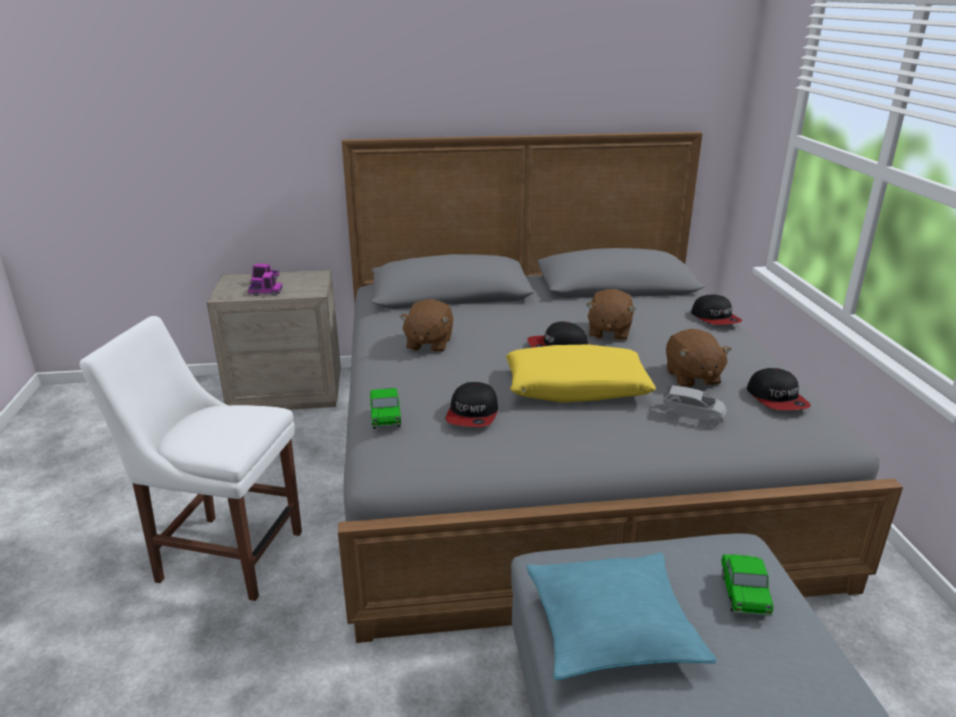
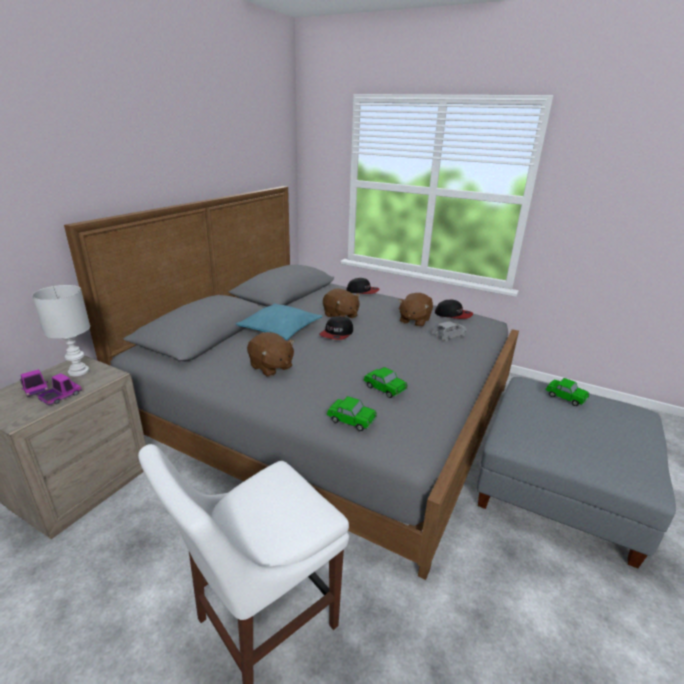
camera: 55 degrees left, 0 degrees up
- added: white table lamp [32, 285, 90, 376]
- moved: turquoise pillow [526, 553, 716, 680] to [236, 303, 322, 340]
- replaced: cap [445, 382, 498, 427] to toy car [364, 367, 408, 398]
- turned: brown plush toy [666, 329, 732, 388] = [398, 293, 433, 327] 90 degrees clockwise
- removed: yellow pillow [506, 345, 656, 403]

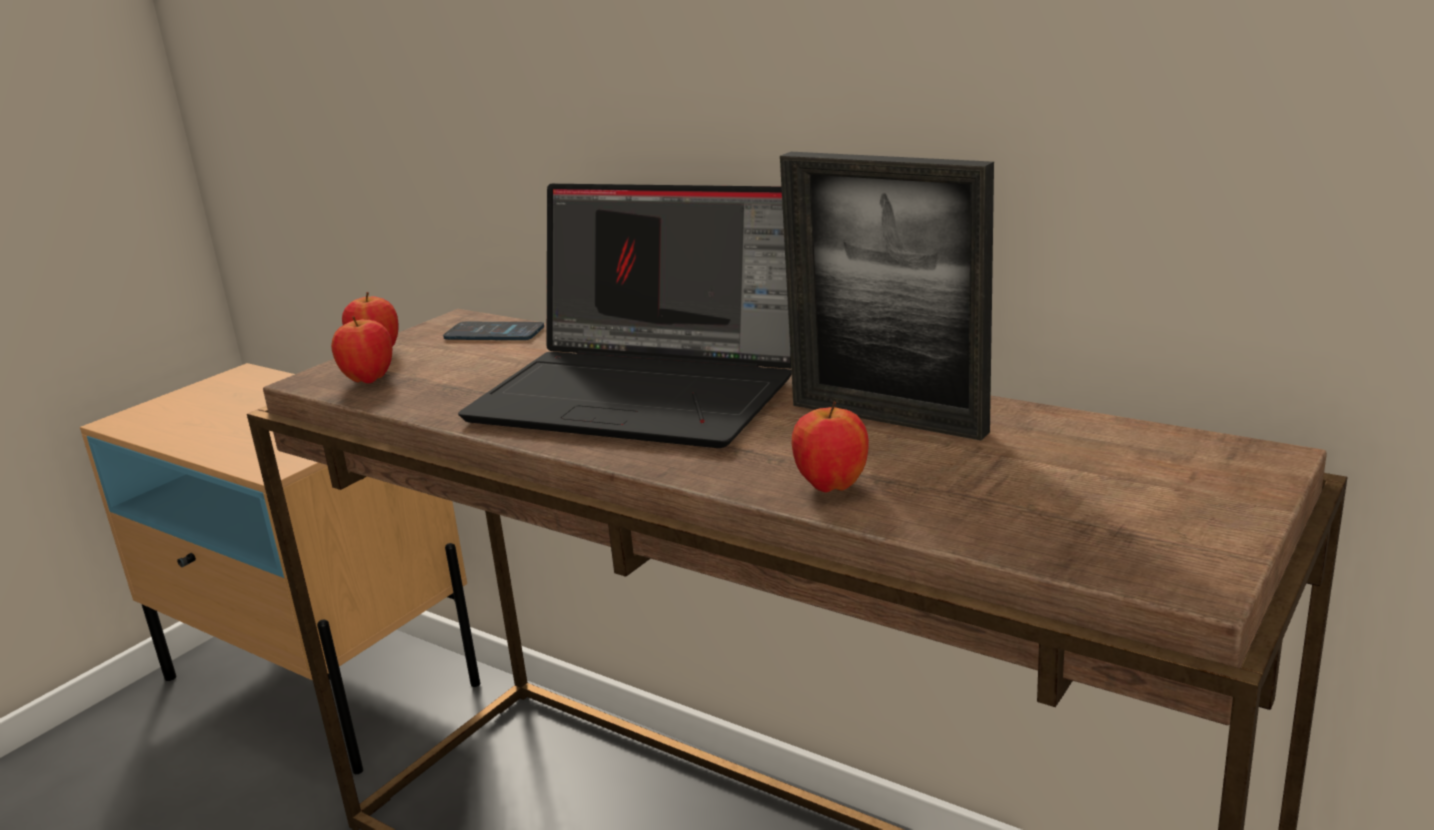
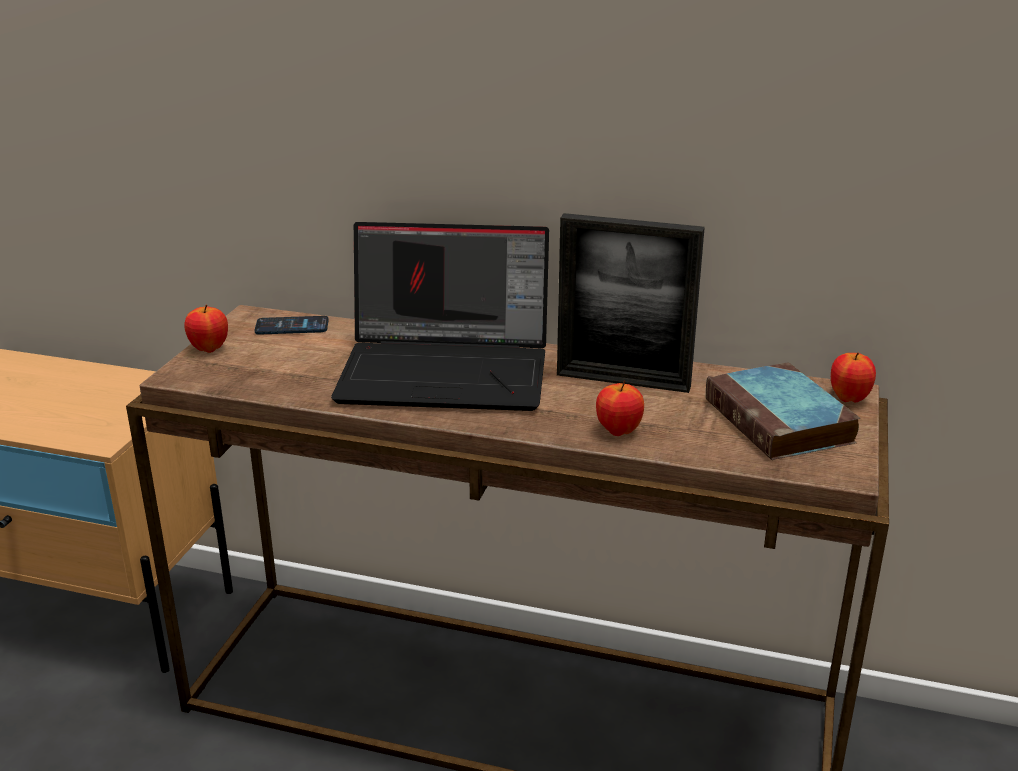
camera: 20 degrees left, 5 degrees up
- added: book [706, 362, 861, 460]
- moved: apple [331, 316, 392, 383] to [831, 352, 876, 403]

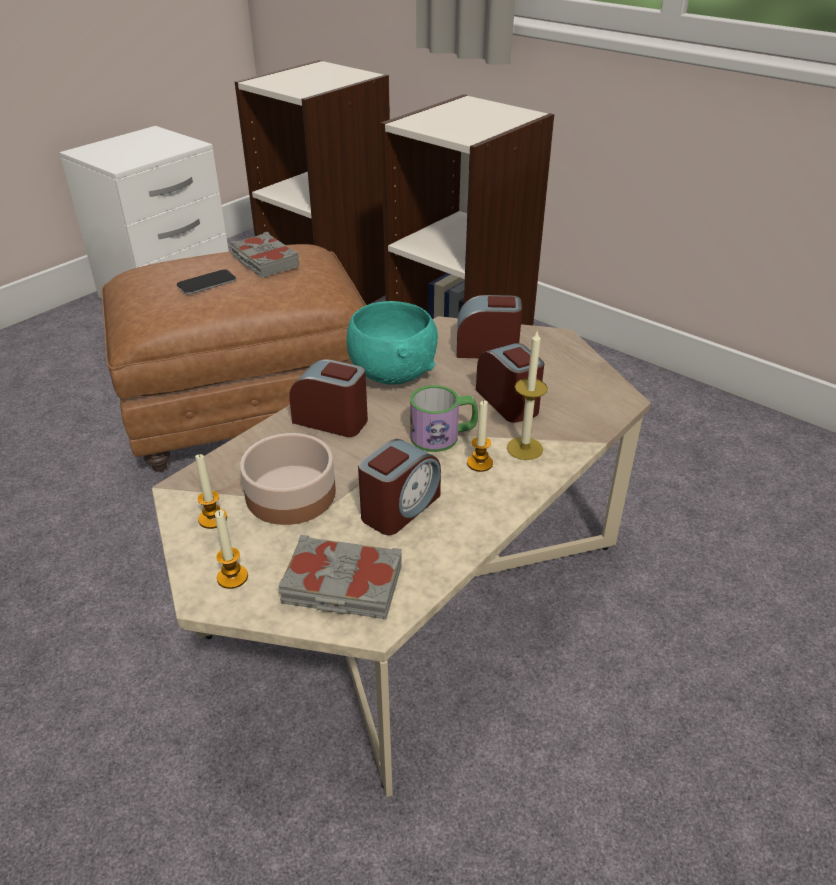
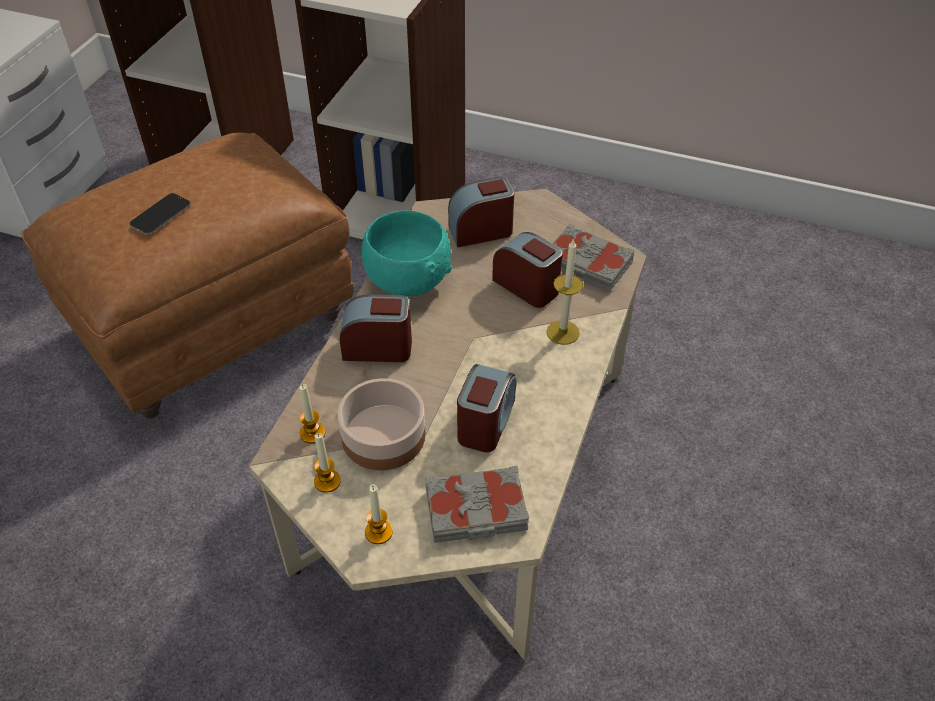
camera: 20 degrees left, 10 degrees up
- moved: candle [467, 400, 493, 472] to [300, 384, 325, 443]
- moved: grey book [230, 232, 299, 278] to [552, 224, 635, 292]
- removed: mug [410, 385, 478, 452]

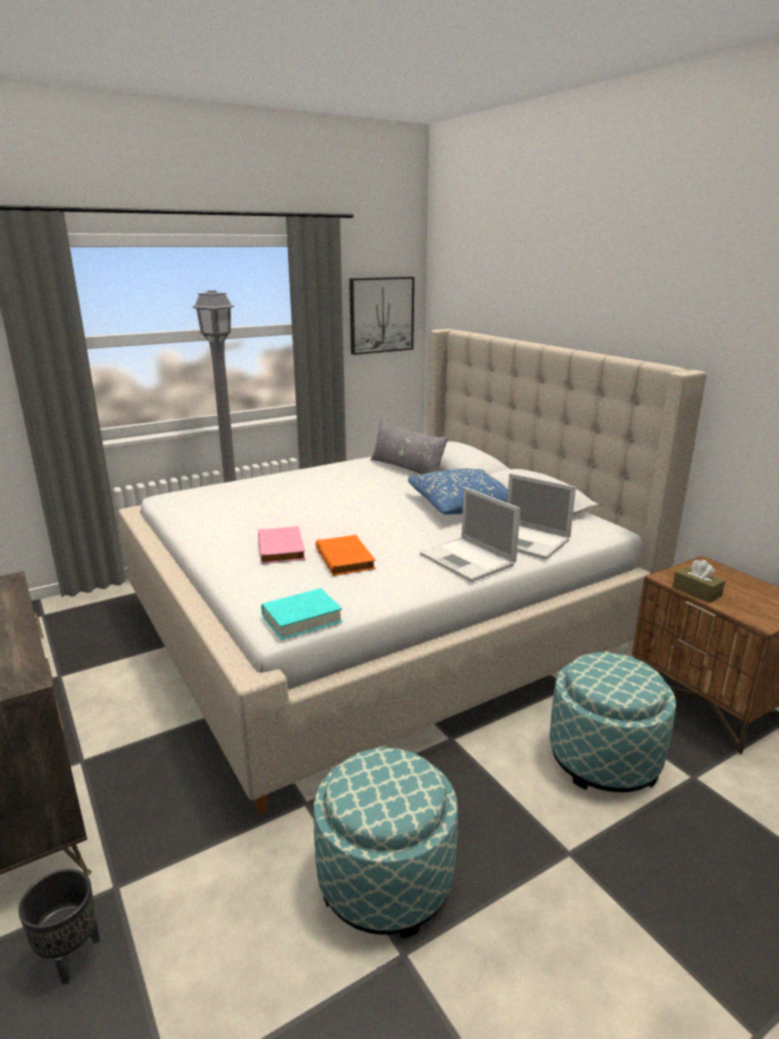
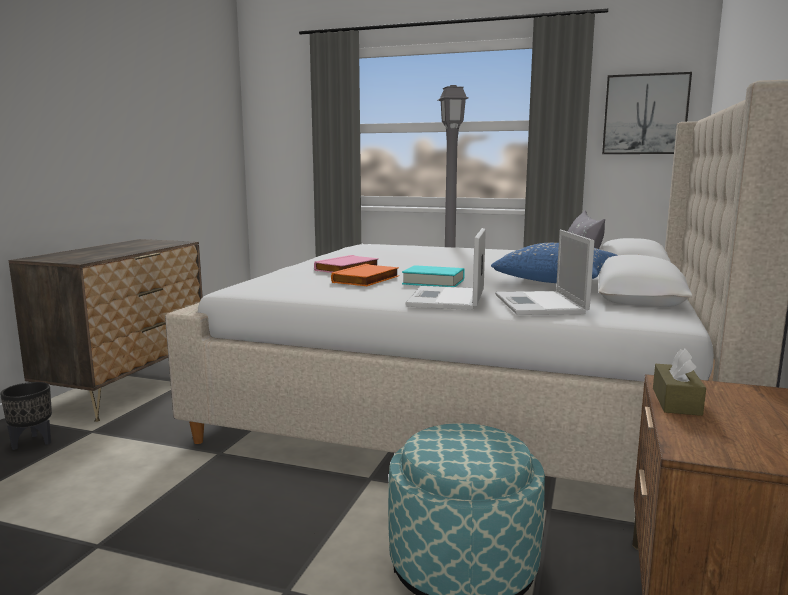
camera: 50 degrees right, 10 degrees down
- moved: turquoise book [261, 588, 342, 640] to [402, 265, 465, 287]
- removed: ottoman [314, 748, 458, 939]

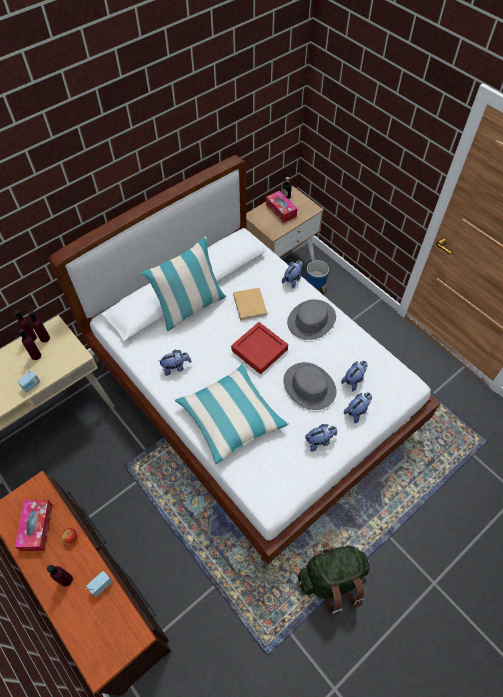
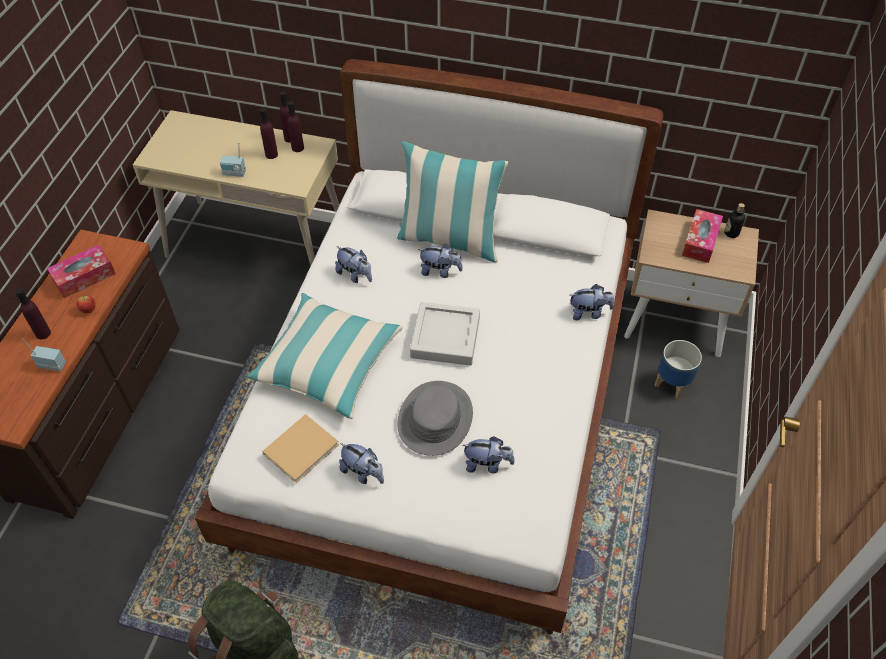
camera: 55 degrees right, 5 degrees down
- moved: beige book [233, 288, 267, 321] to [262, 414, 339, 483]
- recoloured: red tray [231, 322, 288, 374] to grey tray [410, 302, 480, 366]
- moved: plush toy [344, 392, 372, 423] to [418, 244, 463, 278]
- removed: grey hat [287, 299, 336, 340]

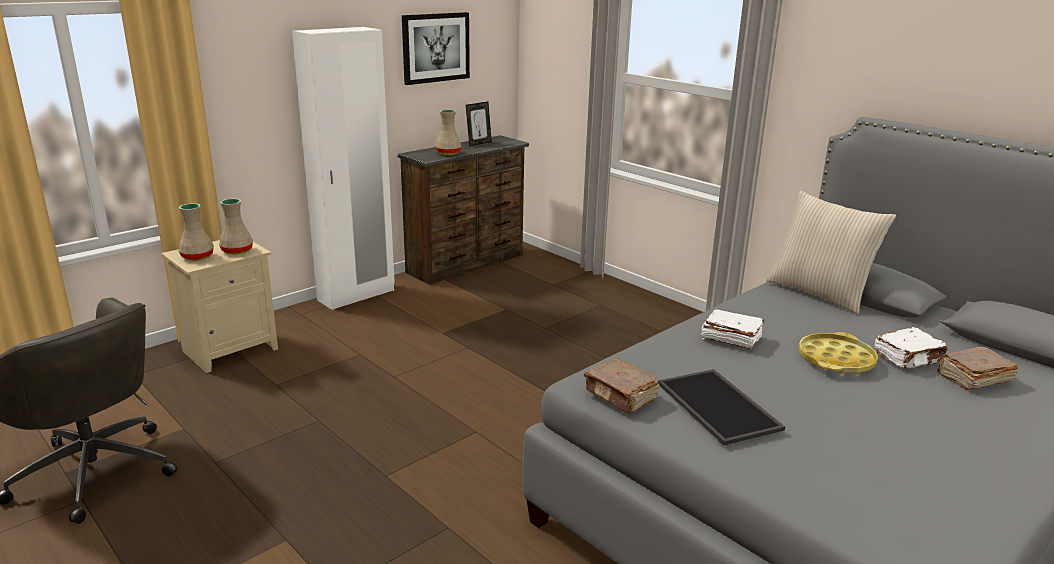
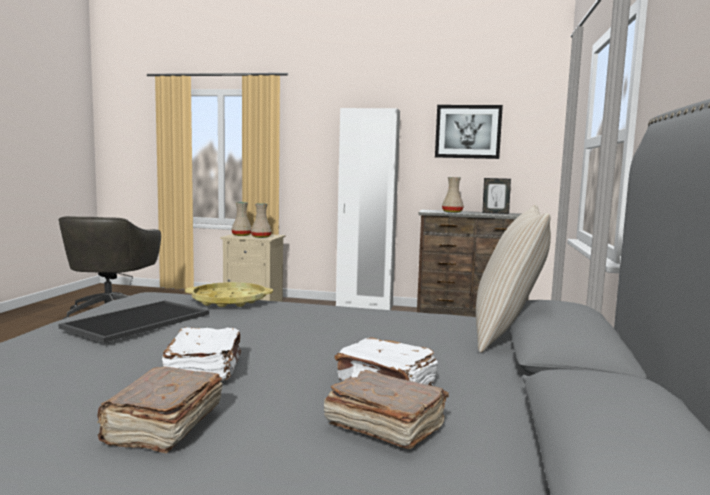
camera: 55 degrees right, 15 degrees down
- moved: brown book [584, 358, 659, 414] to [97, 367, 223, 453]
- moved: white book [701, 309, 764, 349] to [162, 327, 241, 381]
- moved: yellow tray [798, 332, 878, 374] to [185, 282, 273, 307]

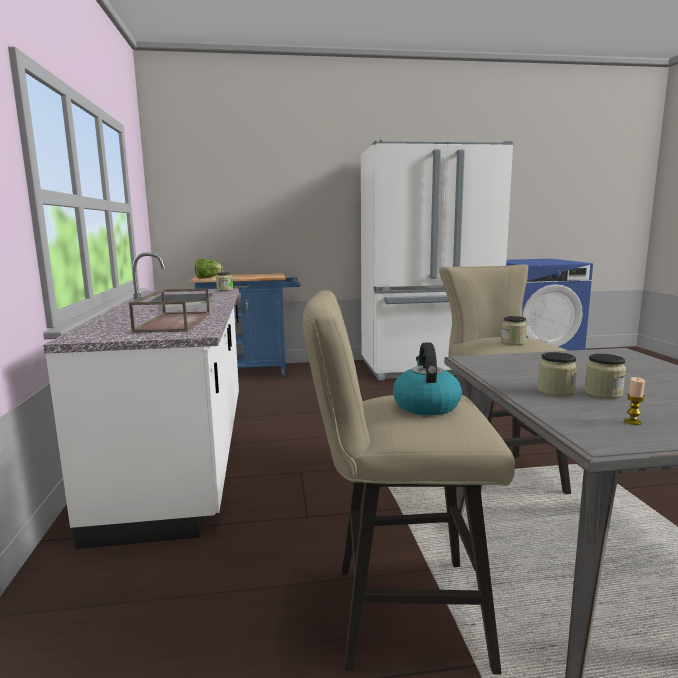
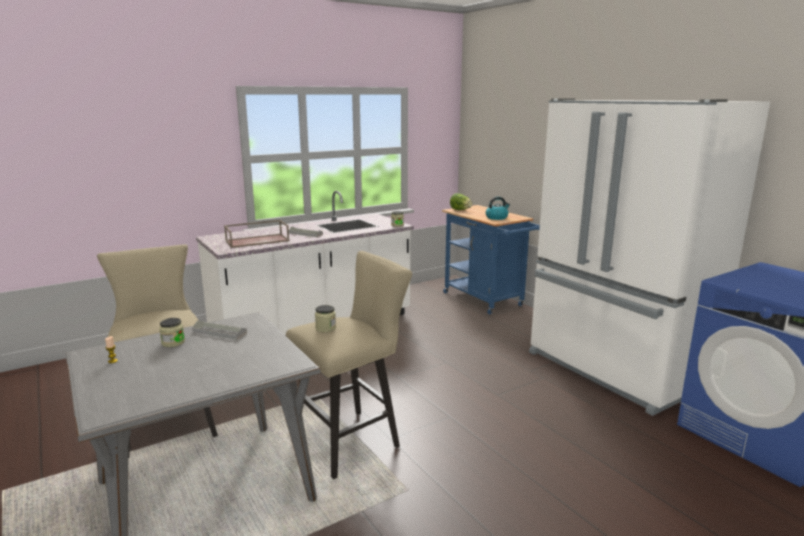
camera: 65 degrees right, 5 degrees up
- added: grey tray [192, 321, 247, 340]
- moved: kettle [393, 343, 462, 415] to [486, 197, 510, 220]
- removed: jar [584, 354, 626, 399]

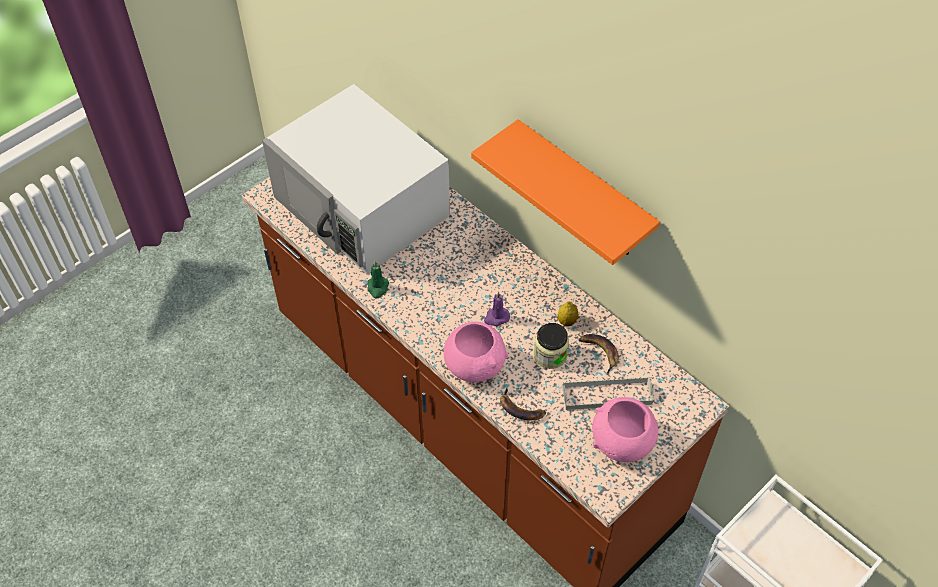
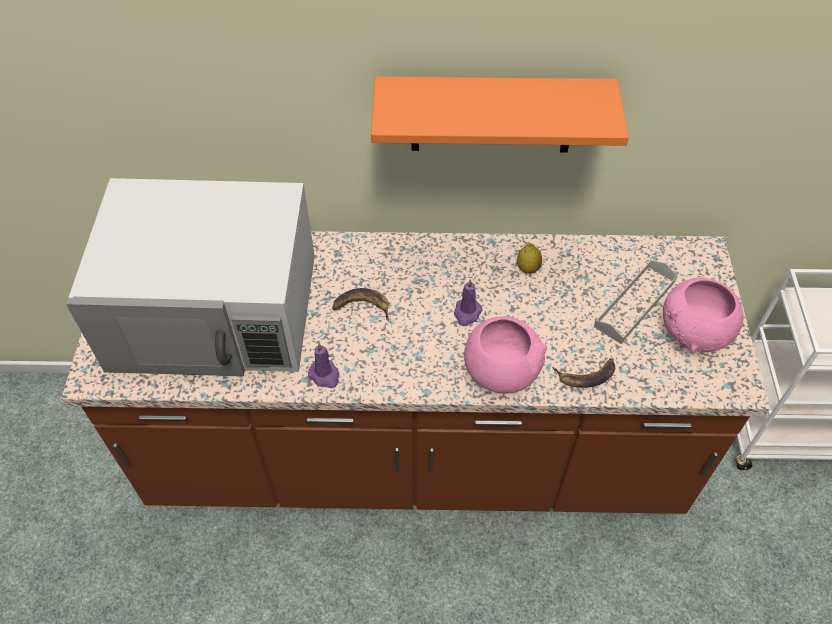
camera: 45 degrees left, 0 degrees up
- recoloured: green candle [367, 261, 389, 298] to purple candle [308, 343, 339, 388]
- moved: banana [578, 334, 619, 375] to [332, 288, 389, 321]
- removed: jar [534, 323, 569, 369]

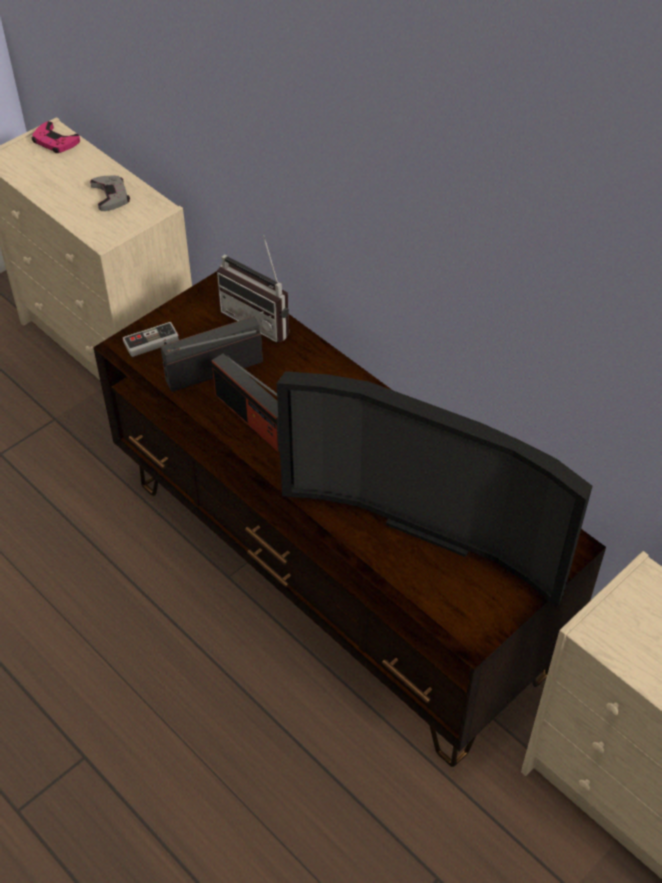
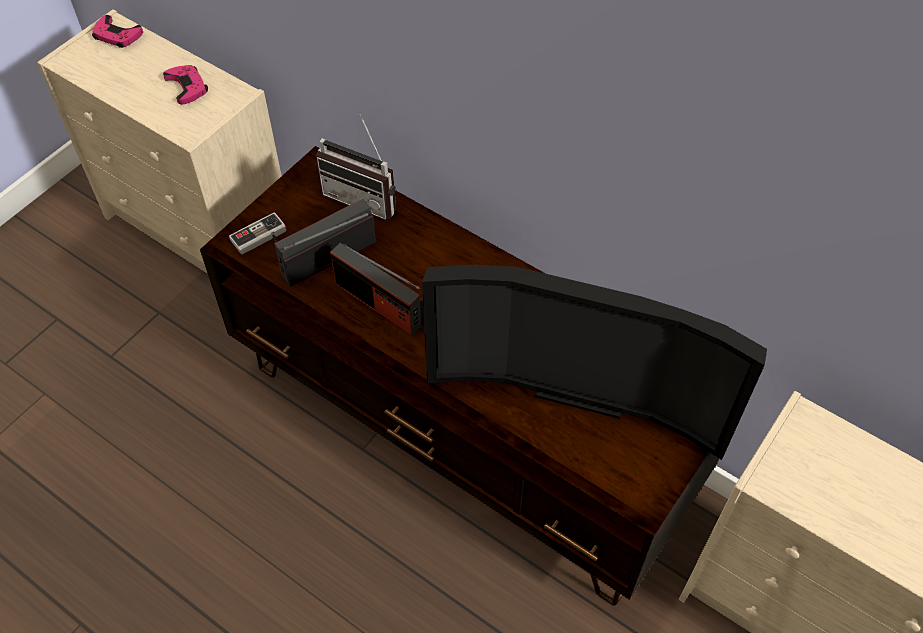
camera: 10 degrees left, 5 degrees up
- recoloured: grey game controller [90, 176, 130, 211] to pink game controller [163, 65, 208, 105]

